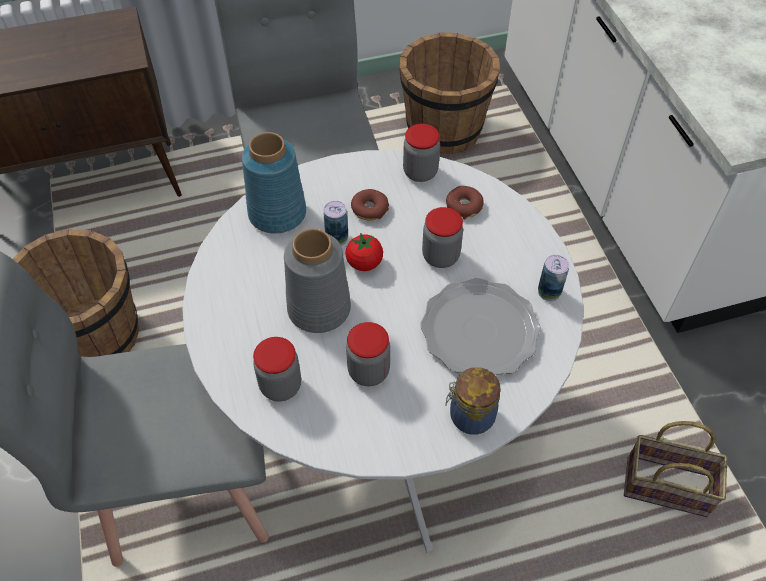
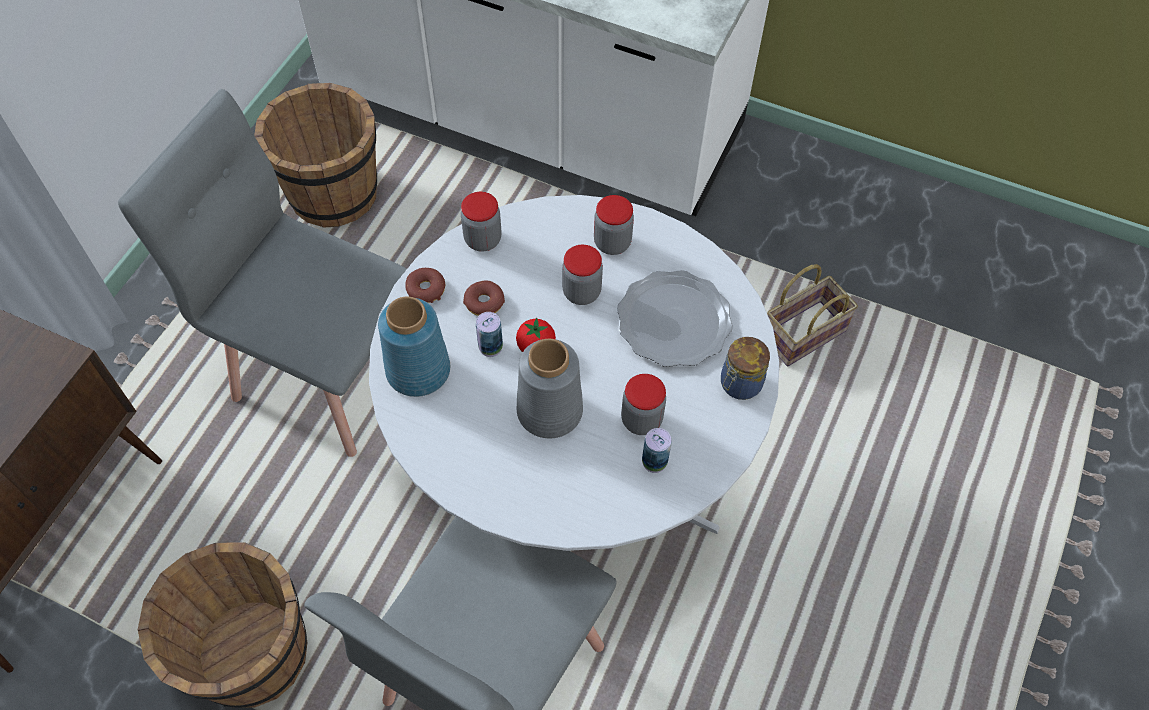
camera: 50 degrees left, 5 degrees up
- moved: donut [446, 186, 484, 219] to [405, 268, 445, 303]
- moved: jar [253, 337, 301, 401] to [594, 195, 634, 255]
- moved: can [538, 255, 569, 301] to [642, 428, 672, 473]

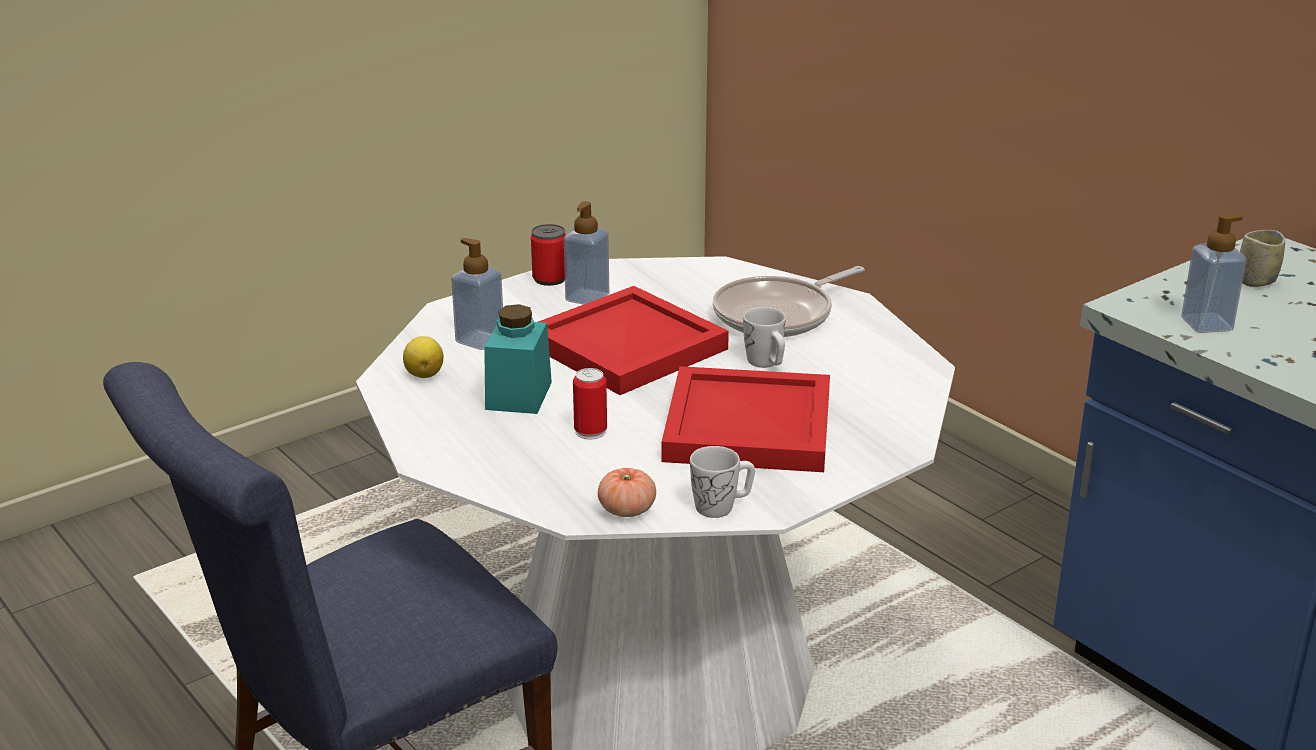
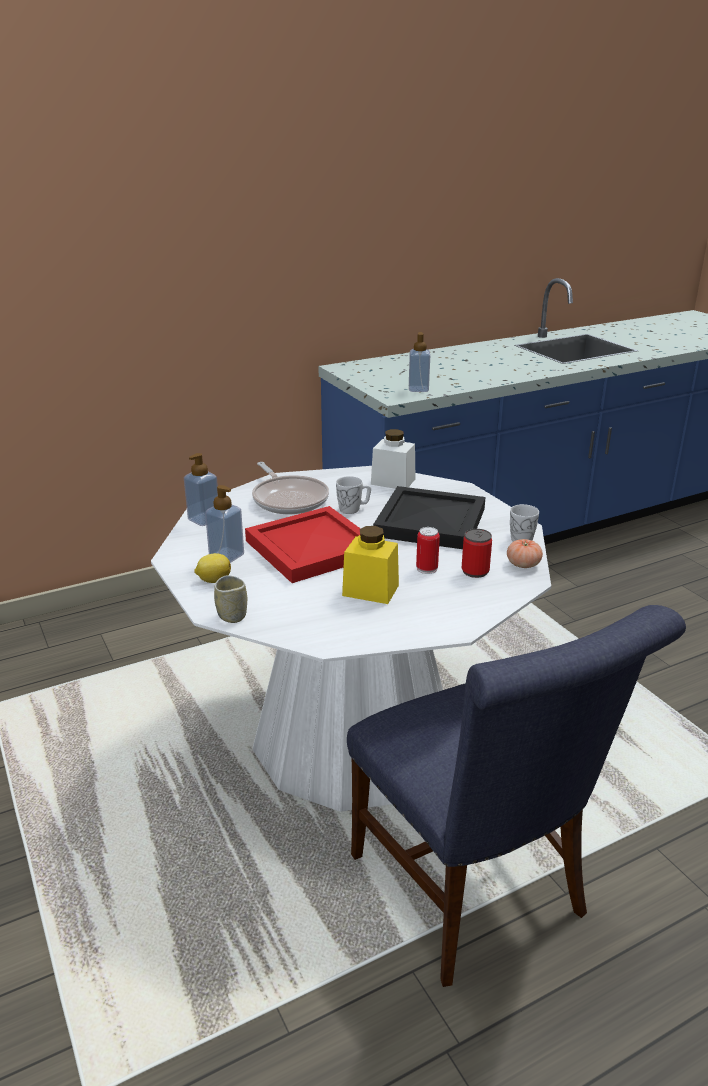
camera: 80 degrees left, 0 degrees up
- moved: soap dispenser [451, 238, 503, 350] to [184, 453, 218, 526]
- moved: lemon [403, 336, 443, 378] to [194, 553, 231, 583]
- moved: cup [1240, 230, 1285, 287] to [214, 575, 247, 623]
- recoloured: turquoise jar [484, 304, 552, 414] to yellow jar [342, 526, 399, 604]
- added: white jar [371, 429, 415, 489]
- recoloured: red tray [662, 366, 830, 472] to black tray [373, 486, 485, 549]
- moved: can [531, 224, 566, 286] to [462, 529, 492, 578]

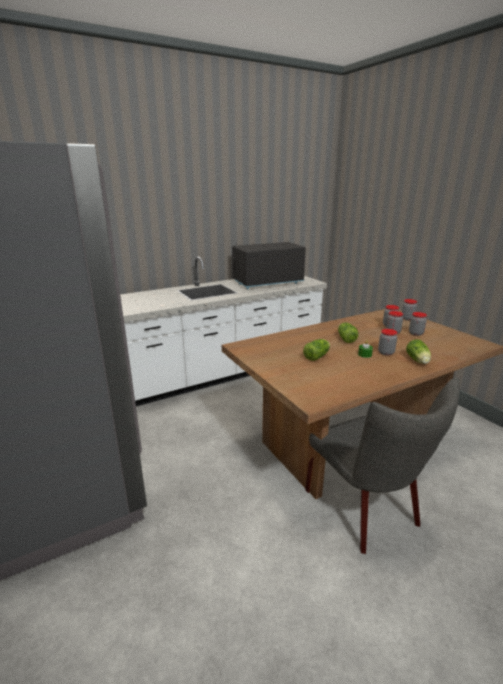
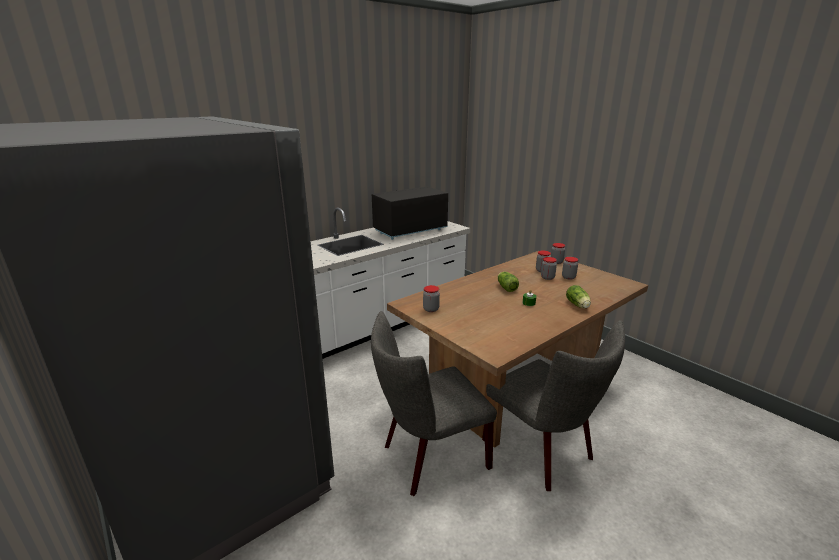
camera: 10 degrees left, 0 degrees up
- added: grey chair [371, 311, 497, 496]
- moved: jar [378, 329, 398, 355] to [423, 285, 440, 312]
- removed: lettuce [303, 339, 330, 361]

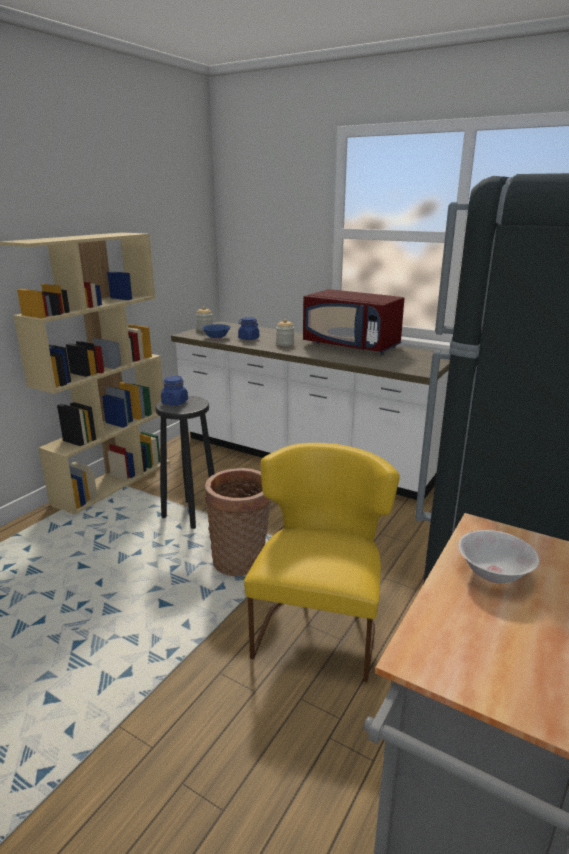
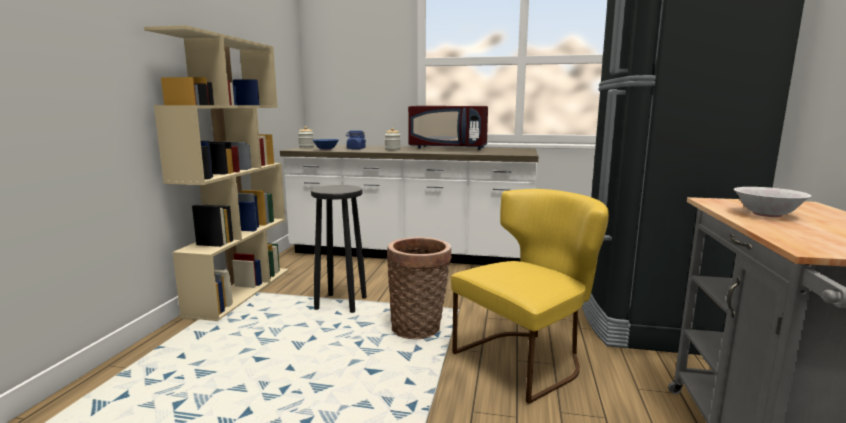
camera: 20 degrees left, 10 degrees down
- turned: yellow chair [244, 443, 400, 682] = [451, 189, 609, 404] 60 degrees clockwise
- removed: blue jar [161, 376, 188, 405]

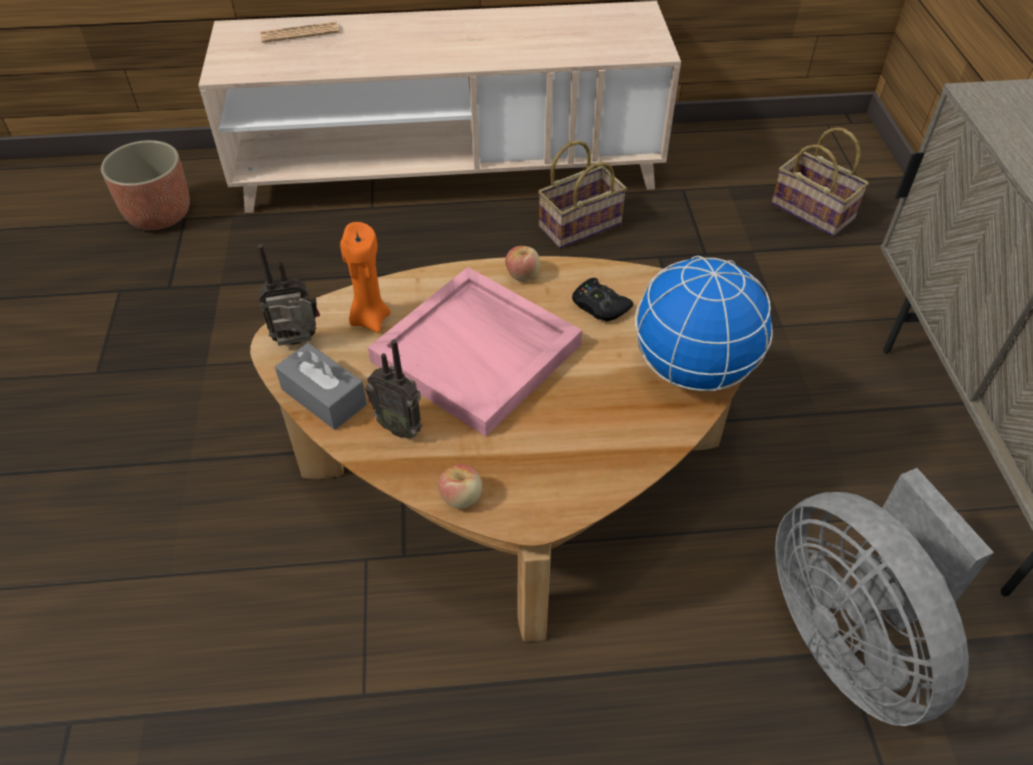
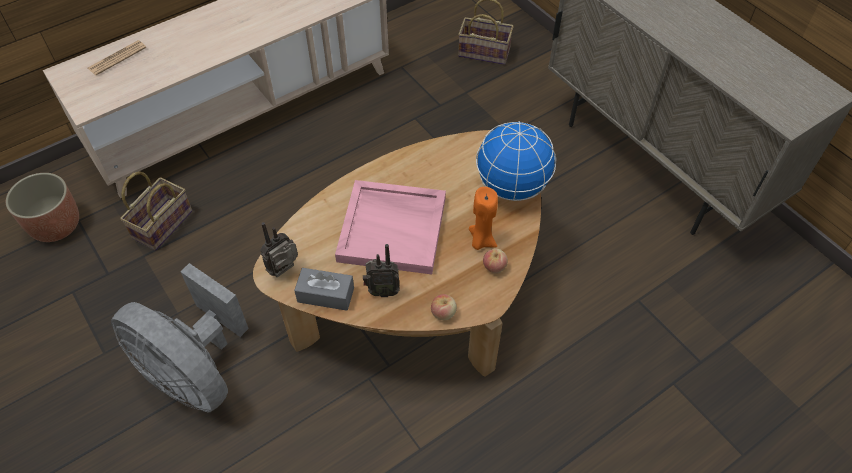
camera: 30 degrees left, 5 degrees up
- moved: grey fan [775, 468, 994, 726] to [111, 263, 249, 412]
- moved: basket [538, 140, 627, 249] to [120, 171, 192, 251]
- moved: orange candle [340, 222, 391, 333] to [469, 187, 498, 250]
- moved: apple [505, 246, 540, 281] to [483, 249, 508, 274]
- removed: black game controller [572, 278, 633, 321]

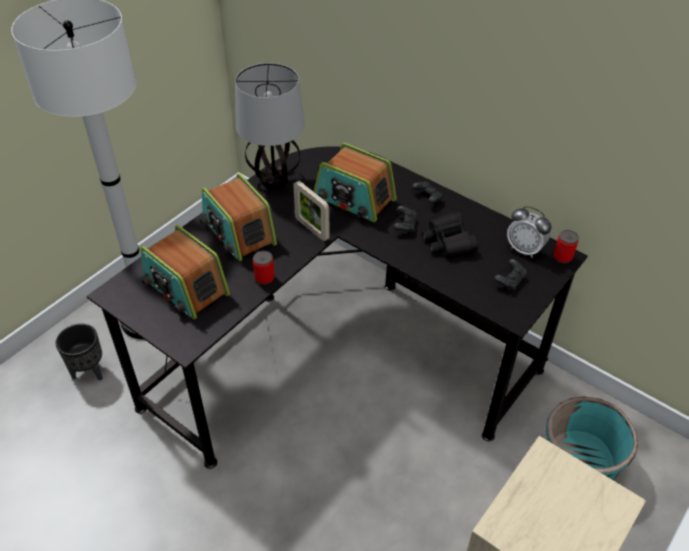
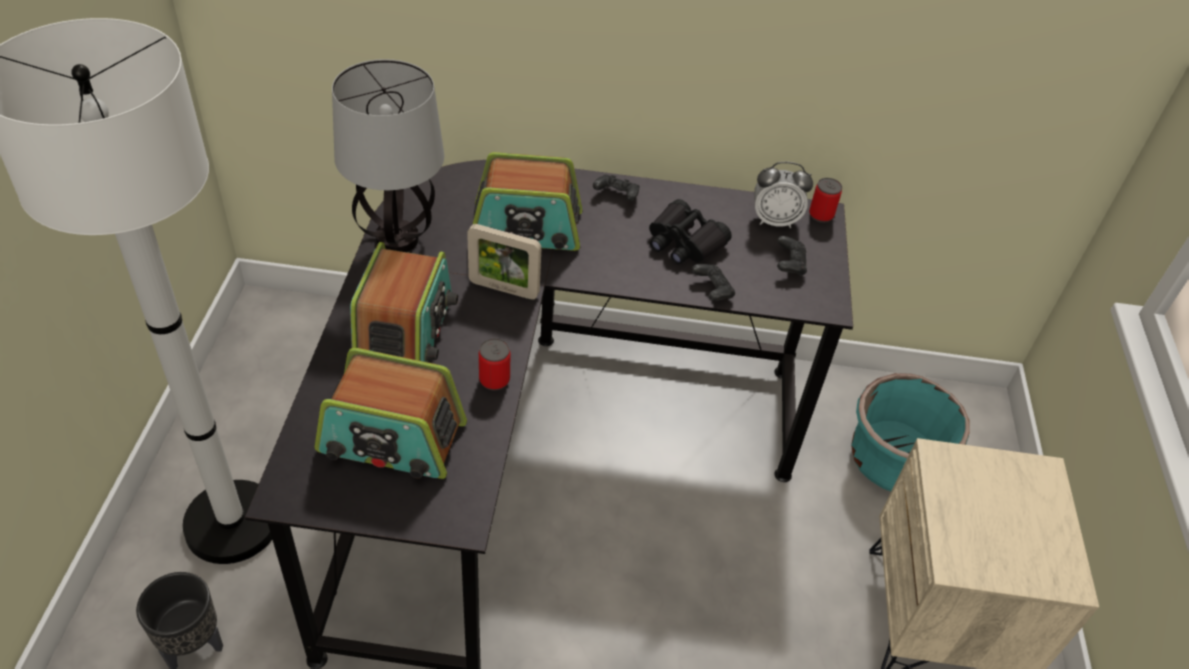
camera: 35 degrees left, 0 degrees up
- turned: radio [200, 173, 277, 261] = [350, 242, 458, 362] 105 degrees counterclockwise
- moved: black game controller [394, 206, 417, 233] to [691, 264, 735, 301]

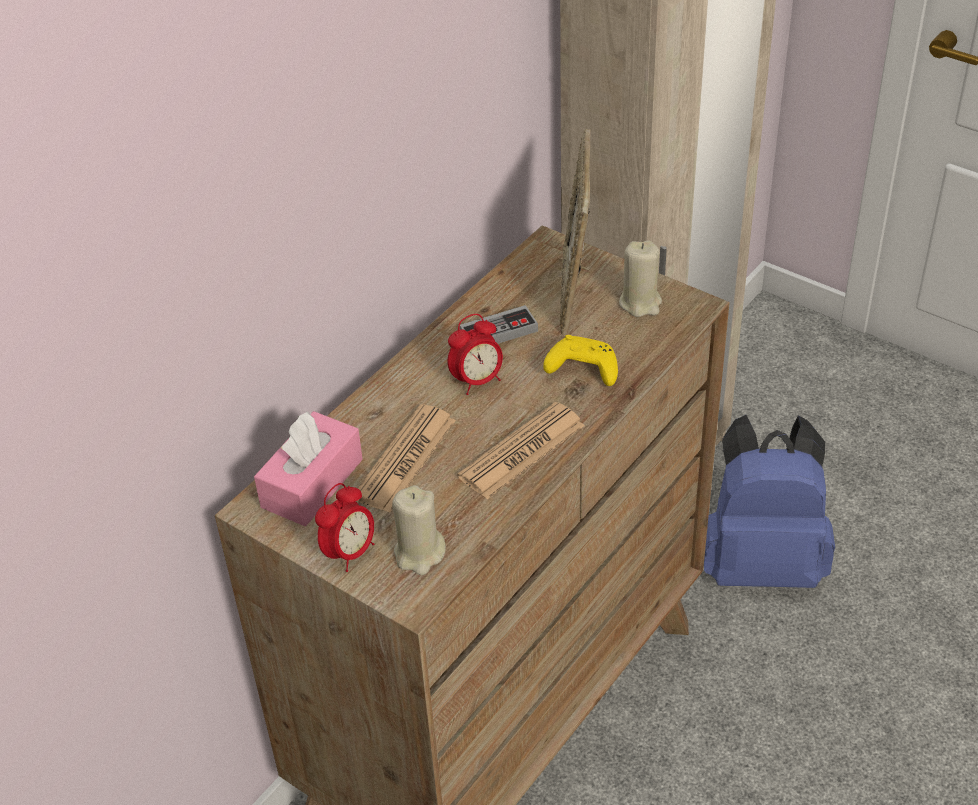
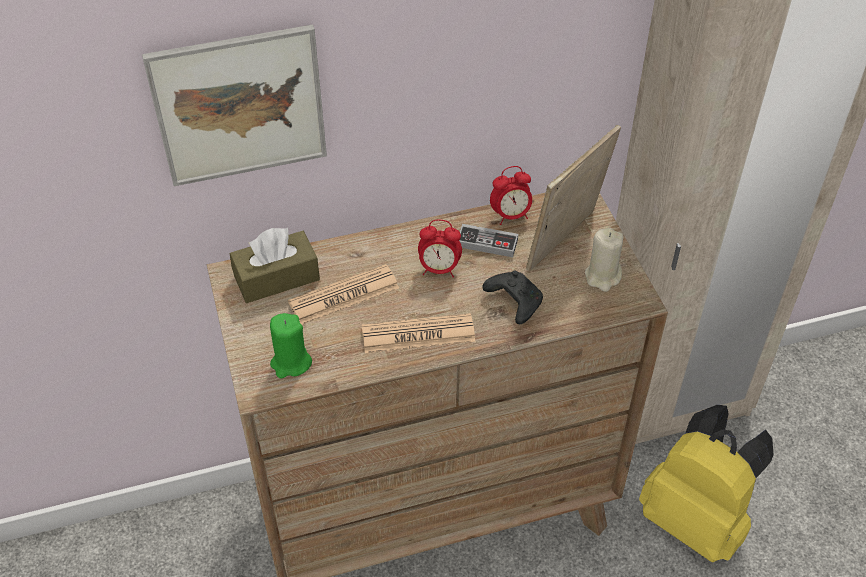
camera: 35 degrees right, 5 degrees up
- added: picture [142, 24, 327, 186]
- recoloured: pink tissue box [254, 411, 363, 526] to brown tissue box [229, 228, 320, 303]
- recoloured: beige candle [392, 485, 446, 575] to green candle [270, 313, 312, 378]
- recoloured: yellow game controller [543, 335, 618, 386] to black game controller [482, 270, 543, 324]
- moved: alarm clock [315, 483, 375, 572] to [490, 166, 532, 225]
- recoloured: blue backpack [704, 415, 835, 588] to yellow backpack [639, 405, 774, 562]

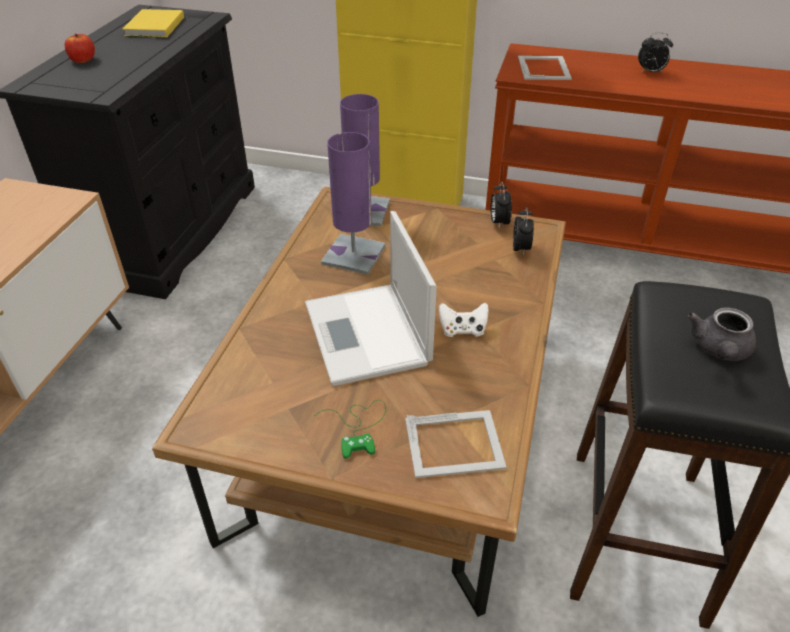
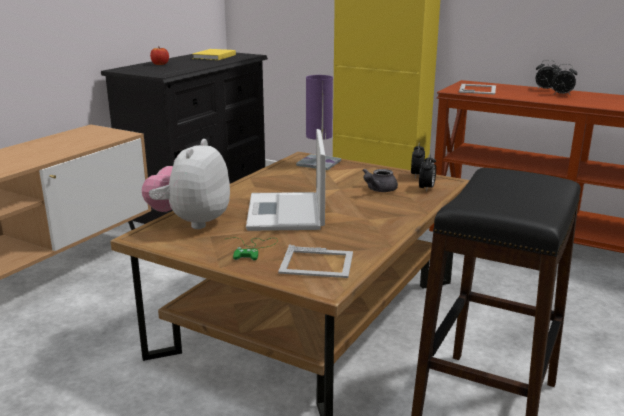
camera: 15 degrees right, 20 degrees down
- added: plush toy [142, 139, 230, 229]
- moved: grey teapot [688, 307, 756, 361] to [362, 169, 398, 192]
- added: alarm clock [536, 60, 558, 91]
- removed: purple table lamp [321, 132, 386, 274]
- removed: white game controller [439, 303, 489, 337]

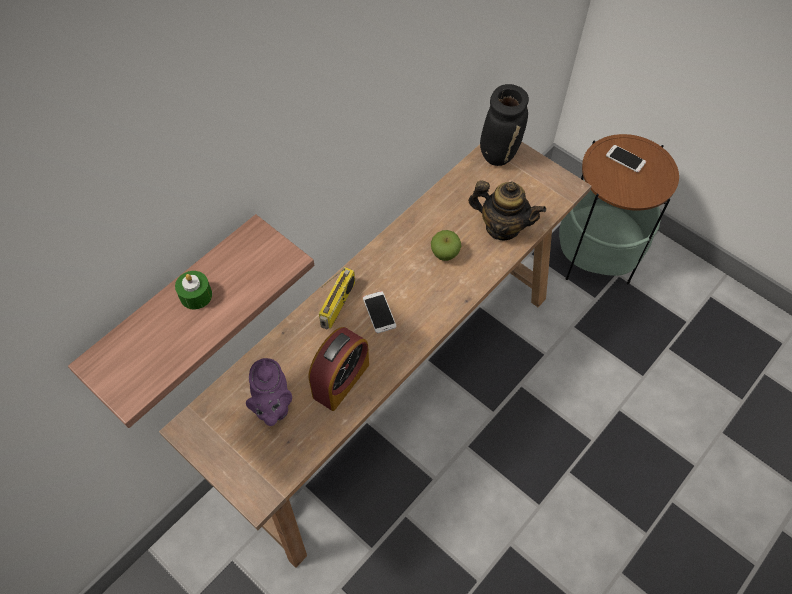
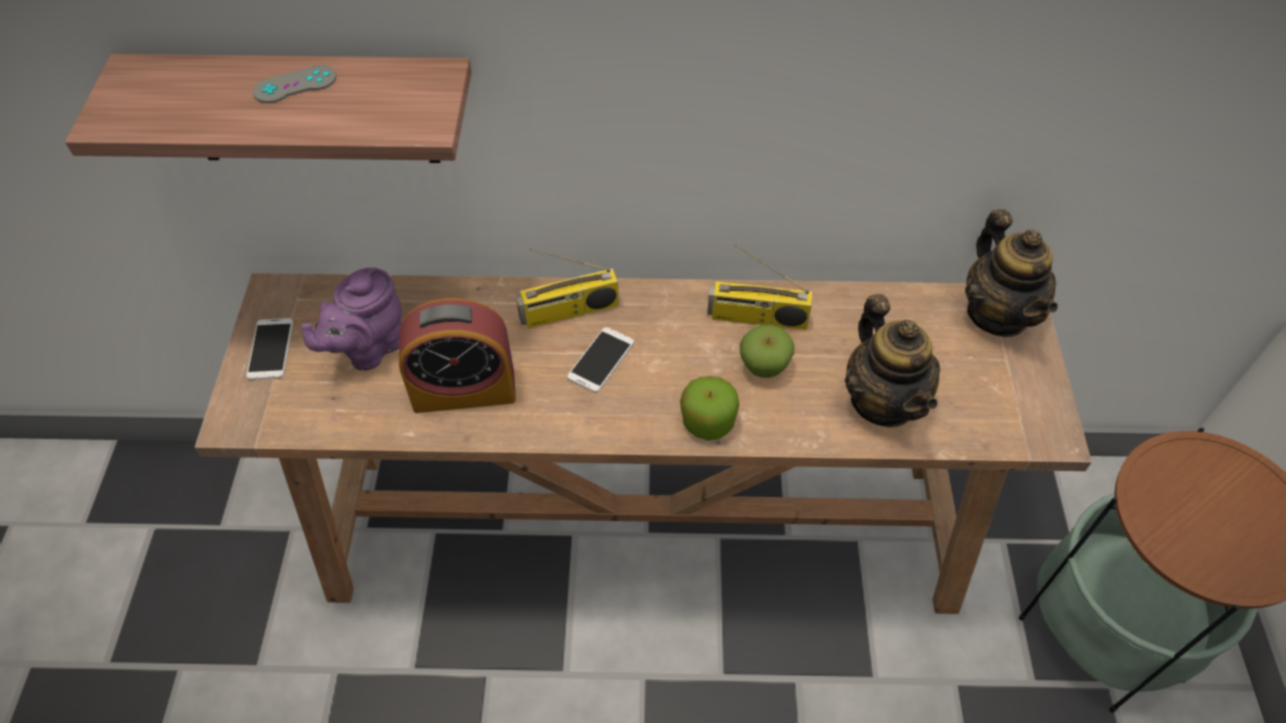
camera: 50 degrees right, 5 degrees down
- moved: phone [606, 145, 646, 173] to [246, 318, 293, 380]
- replaced: green candle [175, 271, 212, 310] to grey game controller [253, 65, 336, 103]
- added: apple [680, 376, 739, 440]
- added: radio [707, 244, 812, 330]
- replaced: black vase [480, 84, 529, 166] to teapot [965, 209, 1058, 337]

